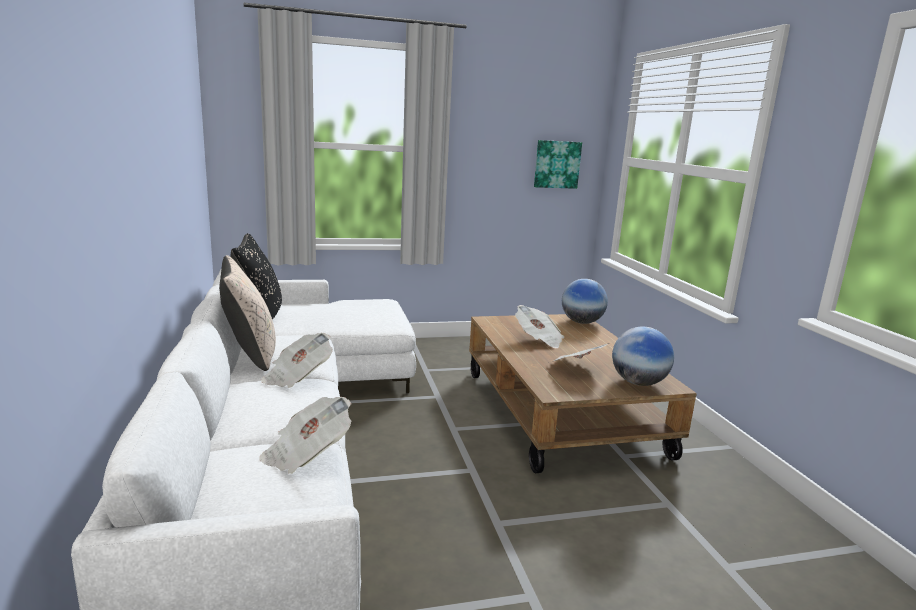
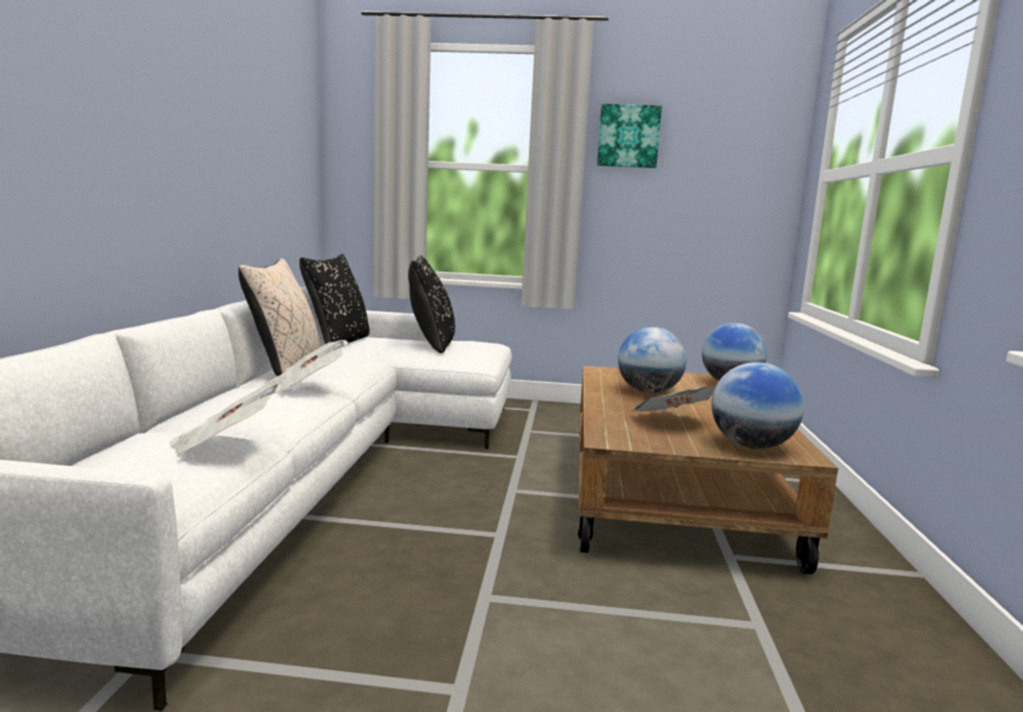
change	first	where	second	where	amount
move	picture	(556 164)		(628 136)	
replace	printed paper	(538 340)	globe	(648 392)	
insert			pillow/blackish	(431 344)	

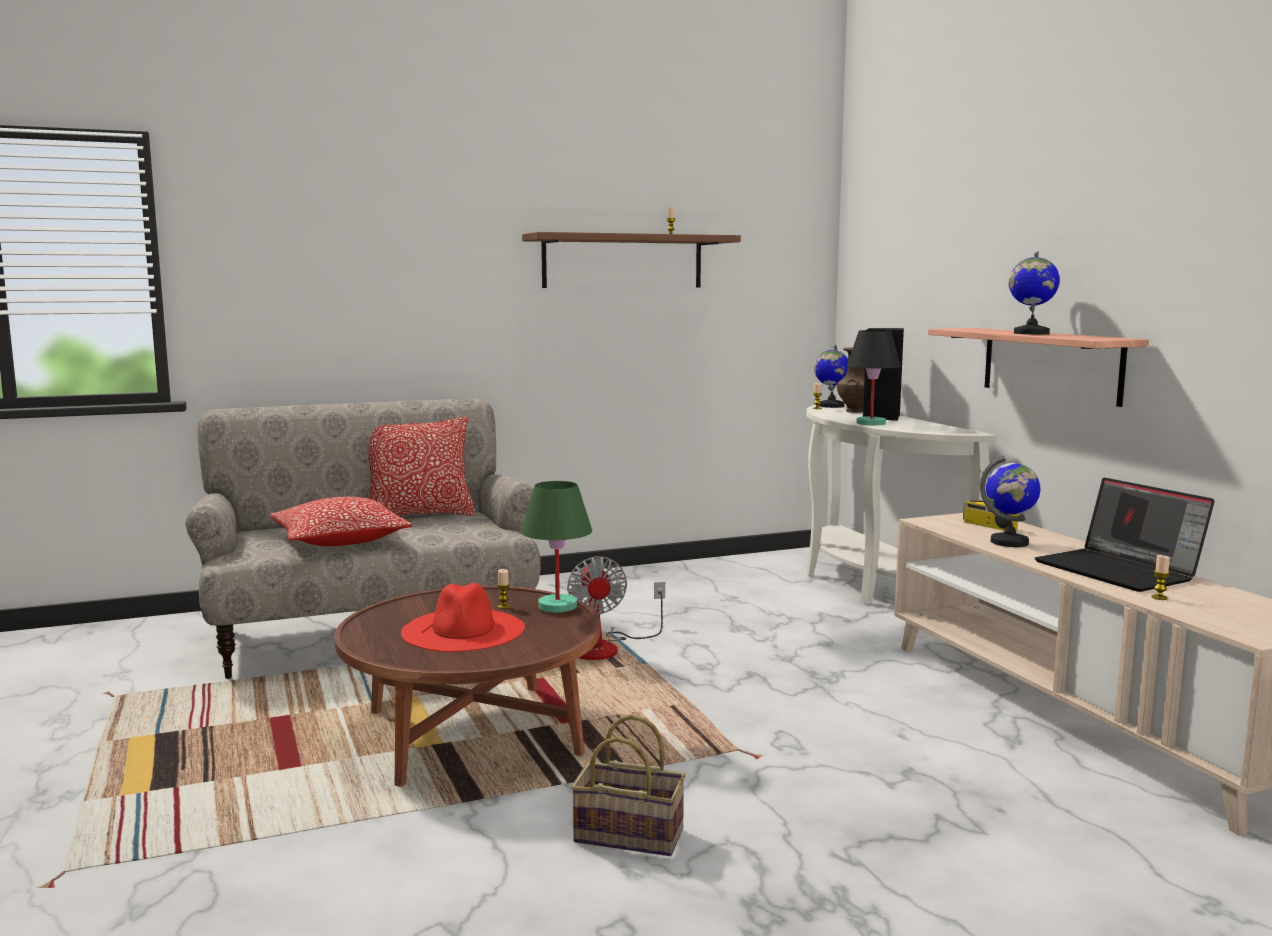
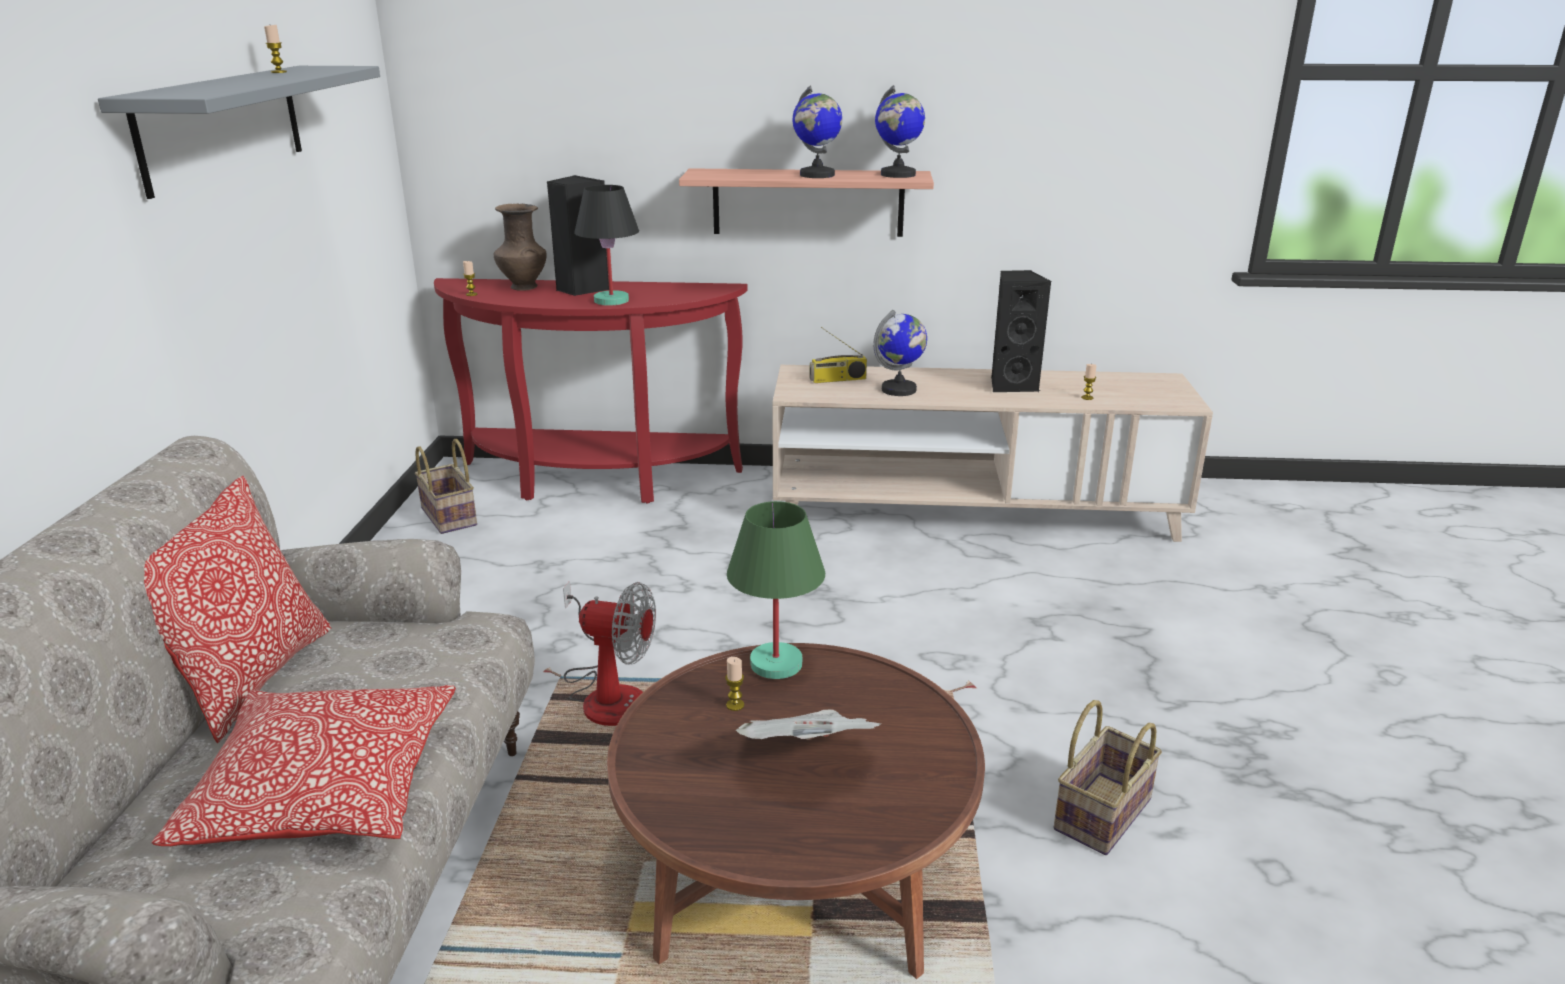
change	first	where	second	where	amount
recolor	shelf/brown	(623 261)	shelf/gray	(222 126)	
move	globe	(831 406)		(898 175)	
recolor	narrow table/white-coloured	(868 584)	narrow table/red-coloured	(595 481)	
replace	portable computer	(1120 571)	loudspeaker/blackish	(1011 385)	
replace	hat/red-coloured	(463 630)	printed paper	(808 756)	
insert			storage basket	(451 517)	

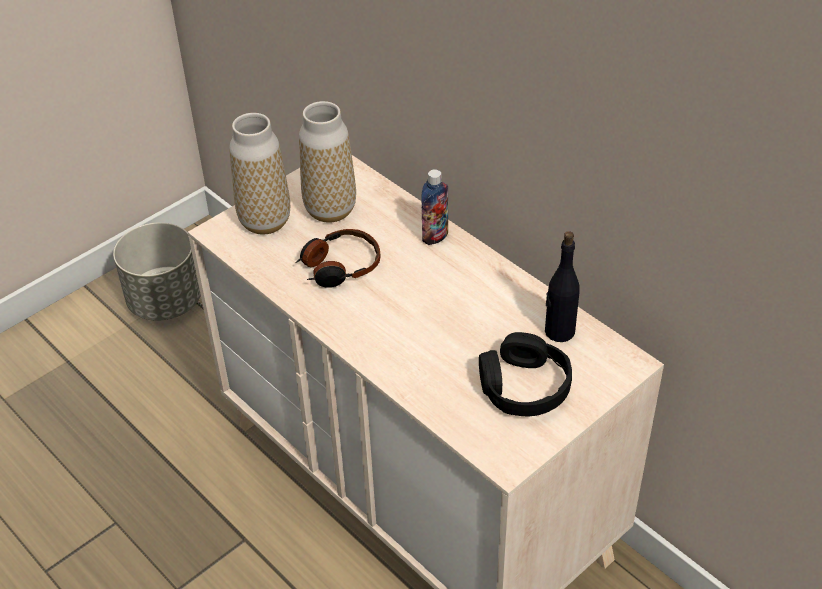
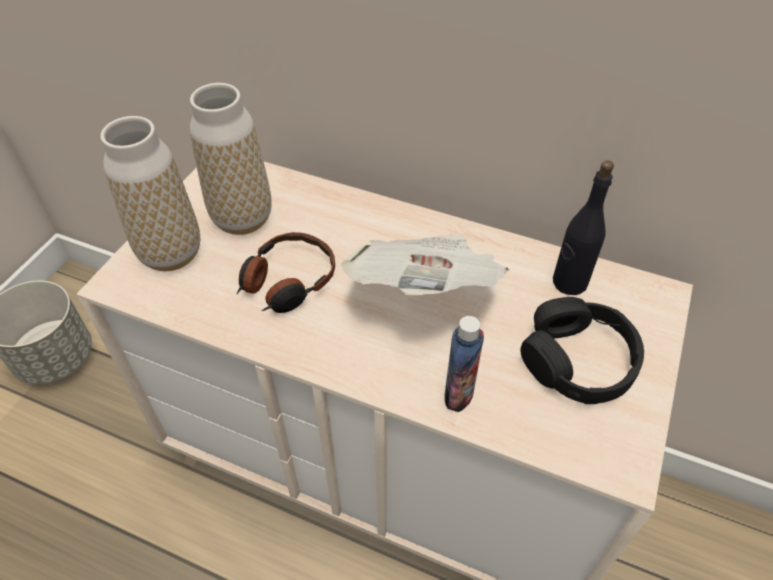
change	first	where	second	where	amount
move	drink bottle	(435 236)		(459 393)	
insert			printed paper	(425 289)	

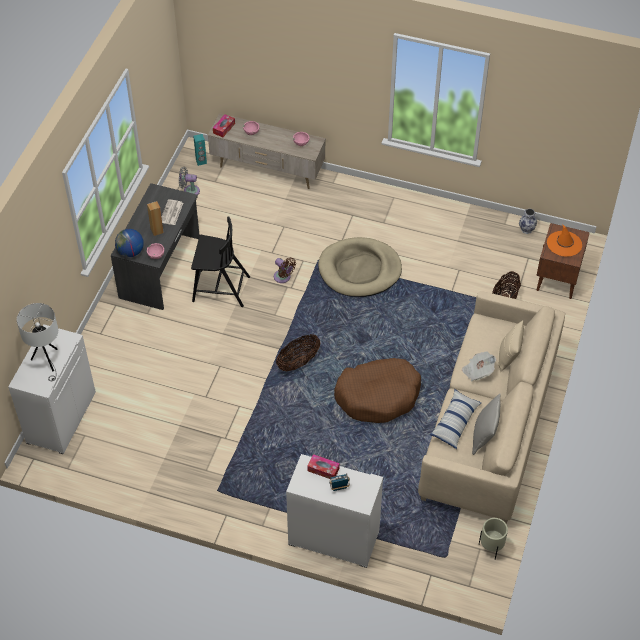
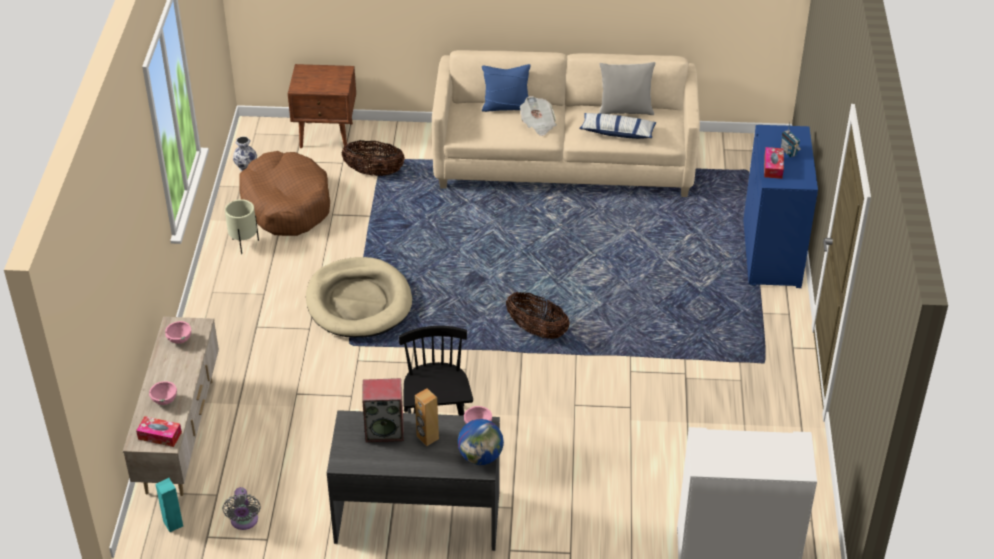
change	first	where	second	where	amount
replace	printed paper	(171 213)	loudspeaker	(385 430)	
delete	hat/orange	(564 244)			
delete	electric fan/brown	(283 277)			
delete	lamp for a table/white-coloured	(47 361)			
recolor	pillow/sand-coloured	(508 357)	pillow/bluish	(506 106)	
move	pet bed/brown	(378 396)		(286 204)	
recolor	cupboard/white-coloured	(333 538)	cupboard/bluish	(772 254)	
move	plant pot/sand-coloured	(491 548)		(244 244)	

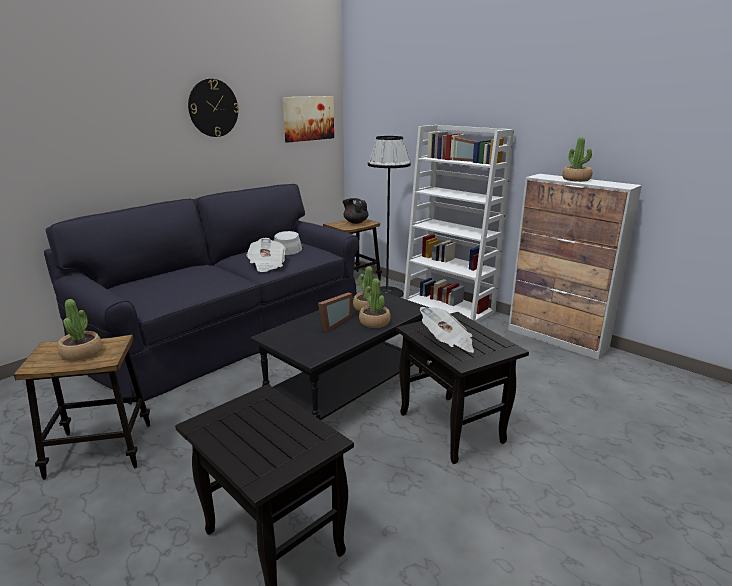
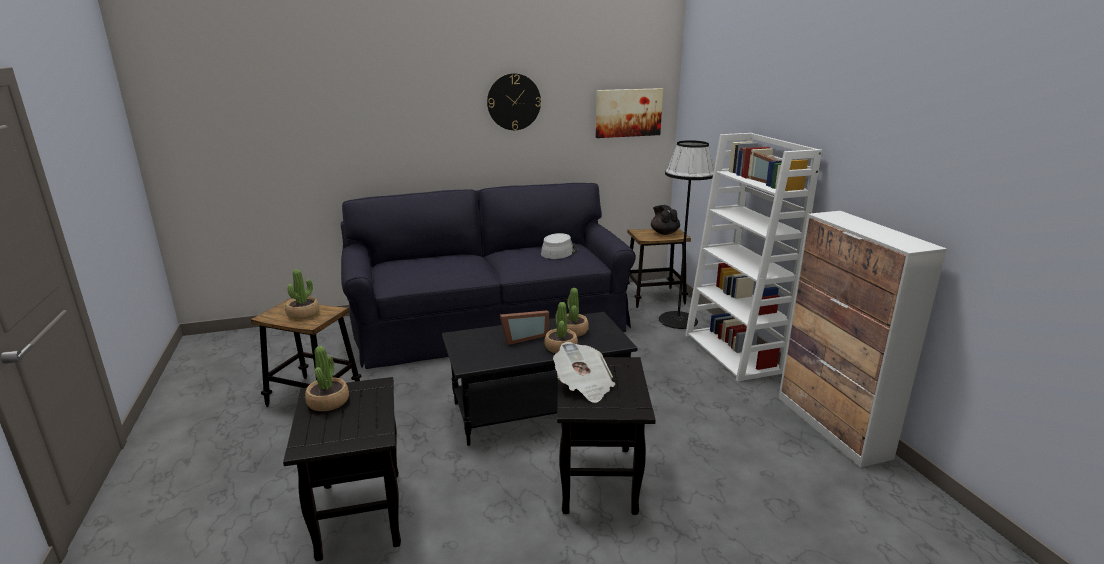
change	first	where	second	where	amount
move	houseplant	(576 179)		(328 402)	
delete	printed paper	(267 265)			

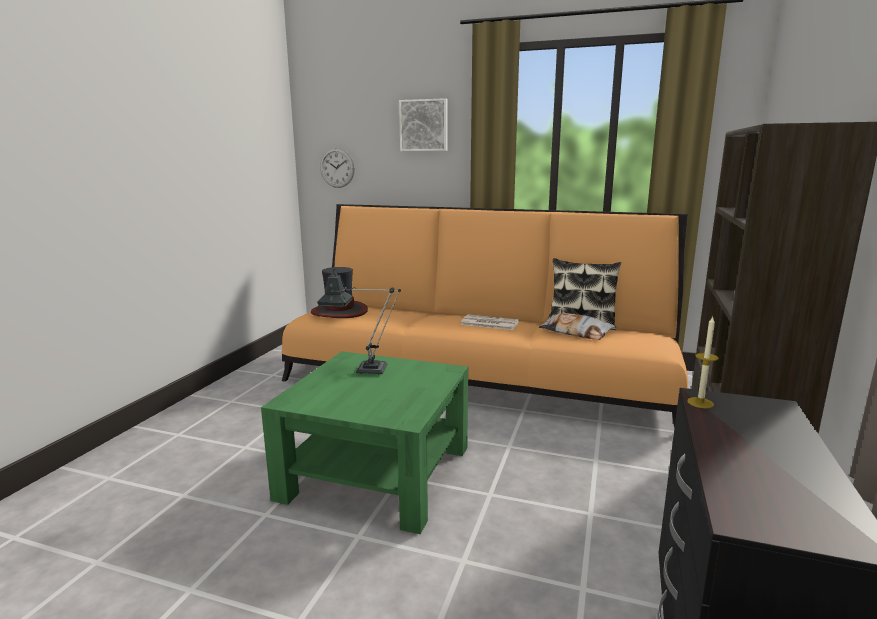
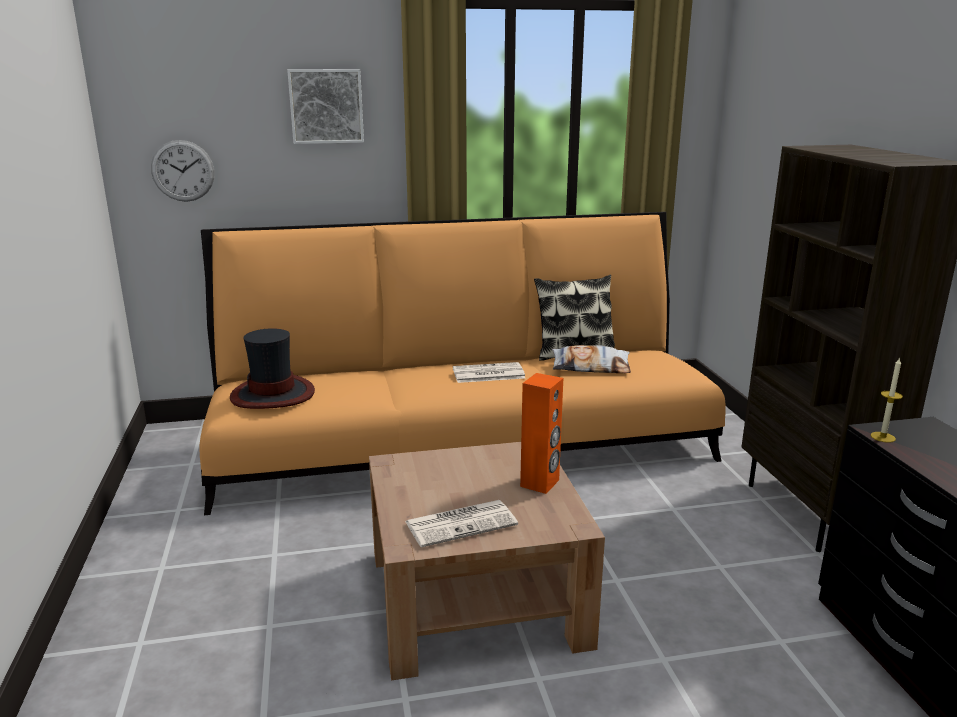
change	first	where	second	where	amount
delete	lamp for a table	(363 369)			
recolor	coffee table/green-coloured	(377 472)	coffee table/brown	(476 598)	
insert			loudspeaker/orange	(540 483)	
insert			printed paper	(462 523)	

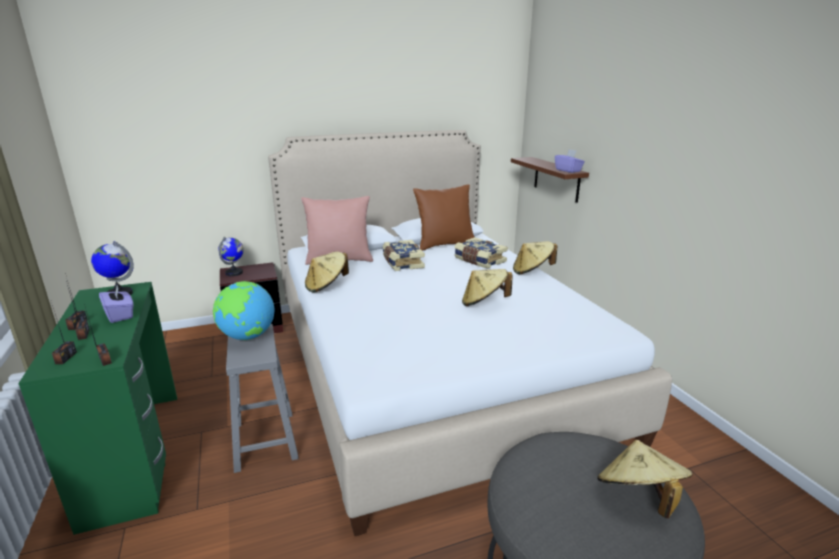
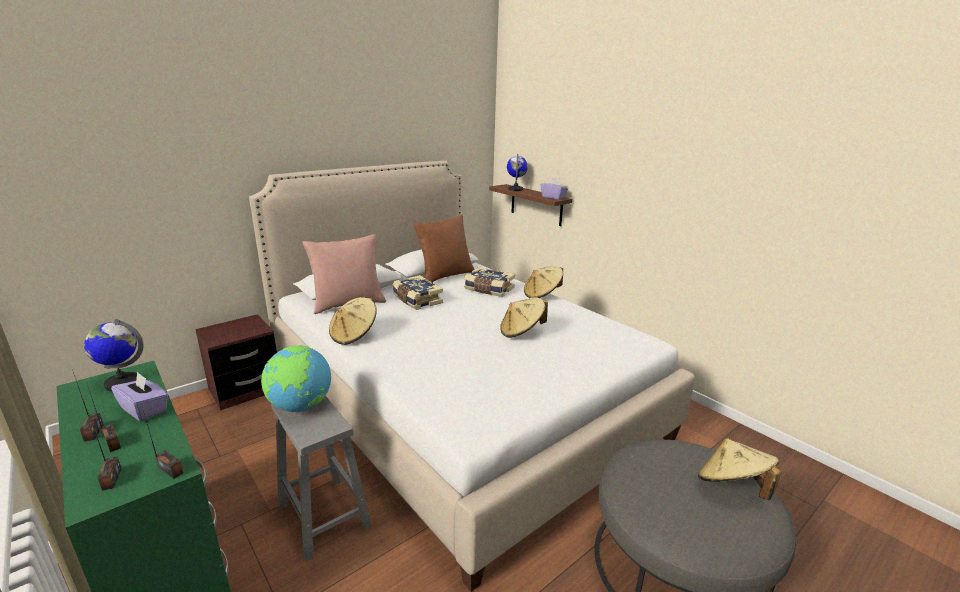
change	first	where	second	where	amount
move	globe	(234 273)		(515 189)	

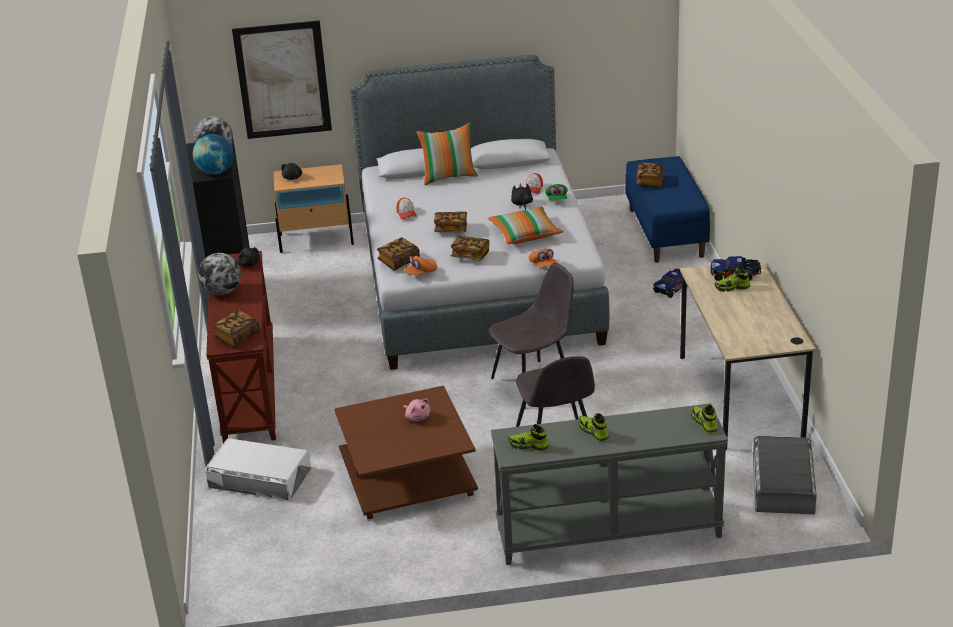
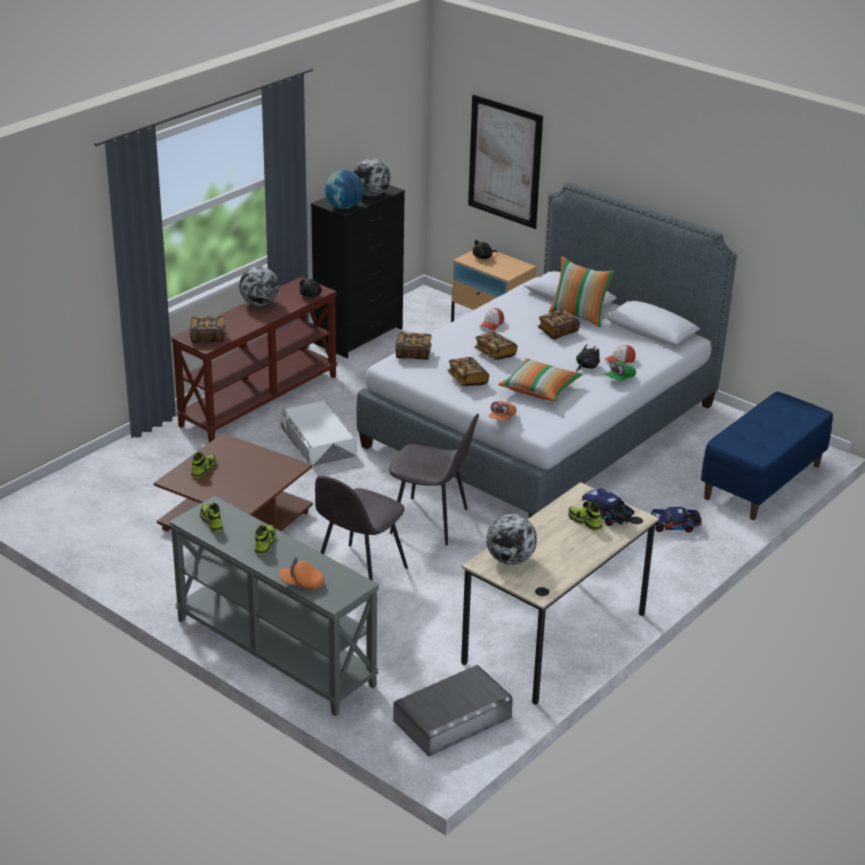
change	first	where	second	where	amount
move	book	(650 182)		(558 332)	
move	baseball cap/orange	(421 273)		(302 583)	
delete	cuddly toy/pink	(417 417)			
move	low shoe	(704 423)		(203 469)	
move	storage box/white-coloured	(260 477)		(318 441)	
insert			globe	(510 559)	

